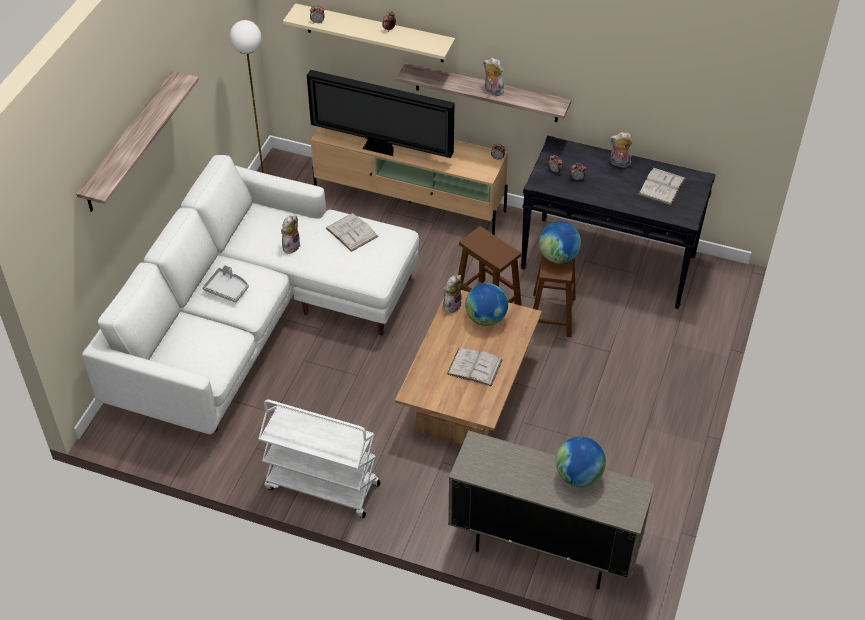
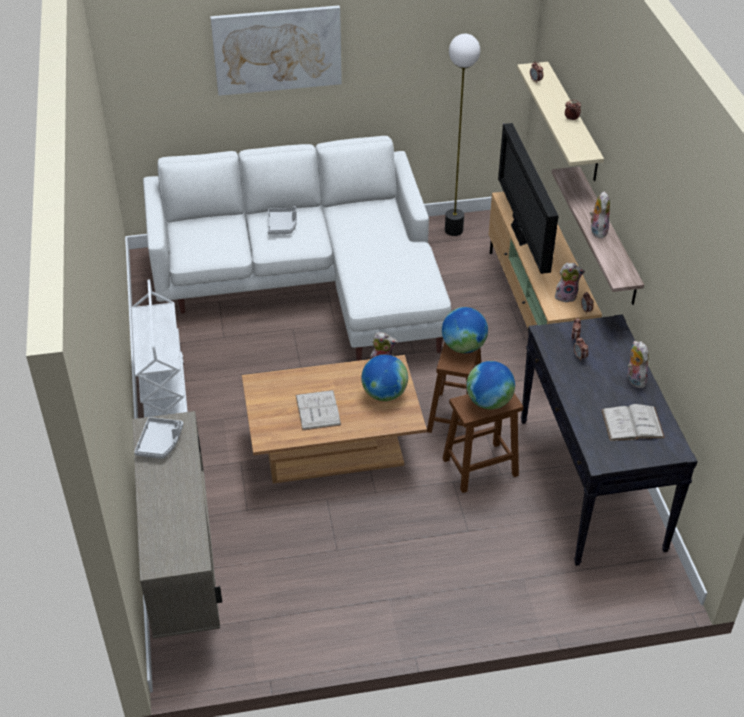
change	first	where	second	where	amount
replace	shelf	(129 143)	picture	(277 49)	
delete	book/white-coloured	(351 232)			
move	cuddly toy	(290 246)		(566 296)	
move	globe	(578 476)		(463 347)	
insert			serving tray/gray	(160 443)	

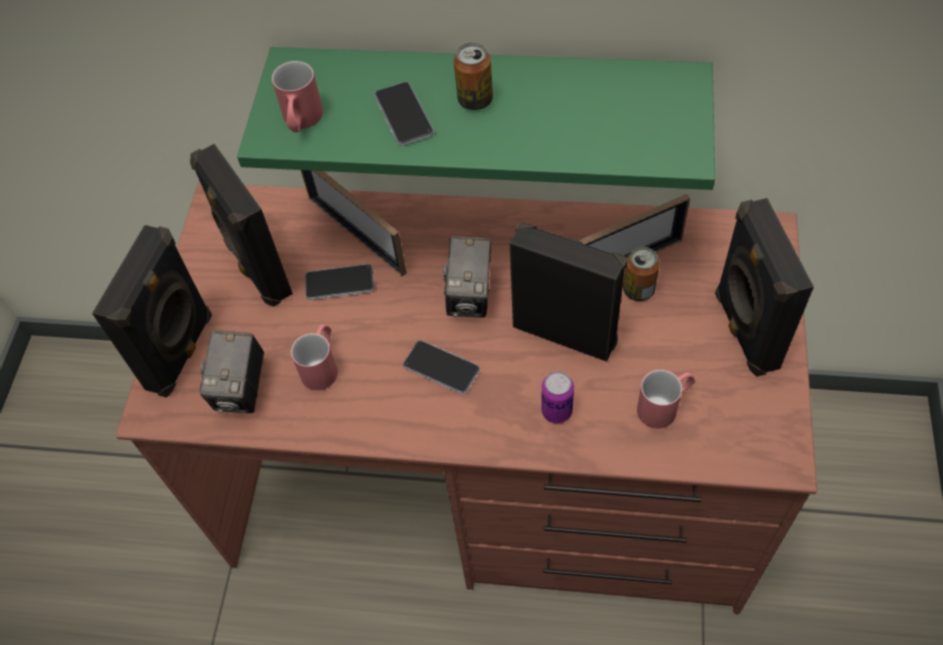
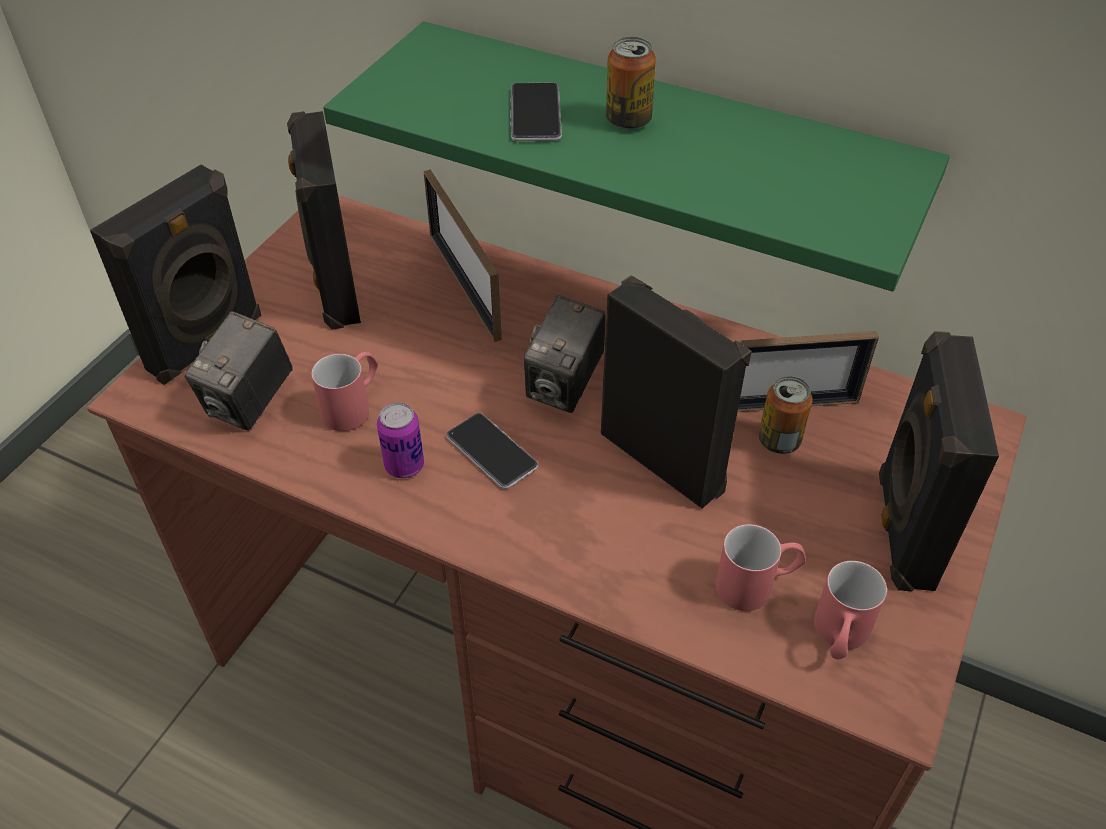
change	first	where	second	where	amount
move	mug/red-coloured	(302 122)		(838 638)	
delete	telephone	(339 283)			
move	metal can	(557 411)		(404 465)	

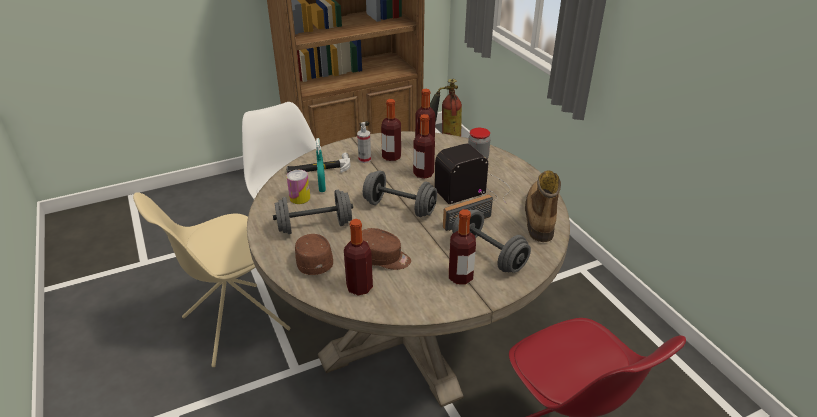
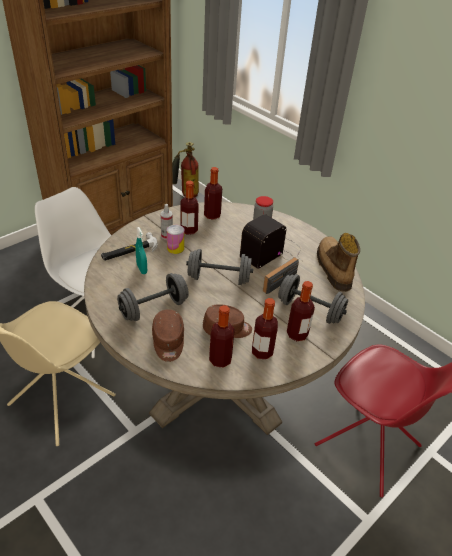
change	first	where	second	where	amount
move	drink bottle	(423 174)		(262 352)	
move	metal can	(300 198)		(175 248)	
rotate	baseball cap/brown	(313 260)		(168 342)	150 degrees counterclockwise

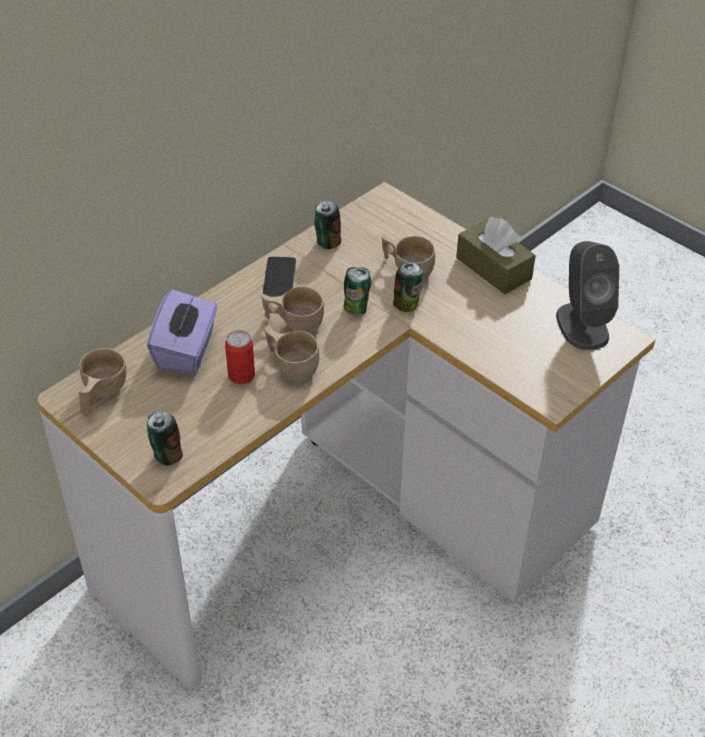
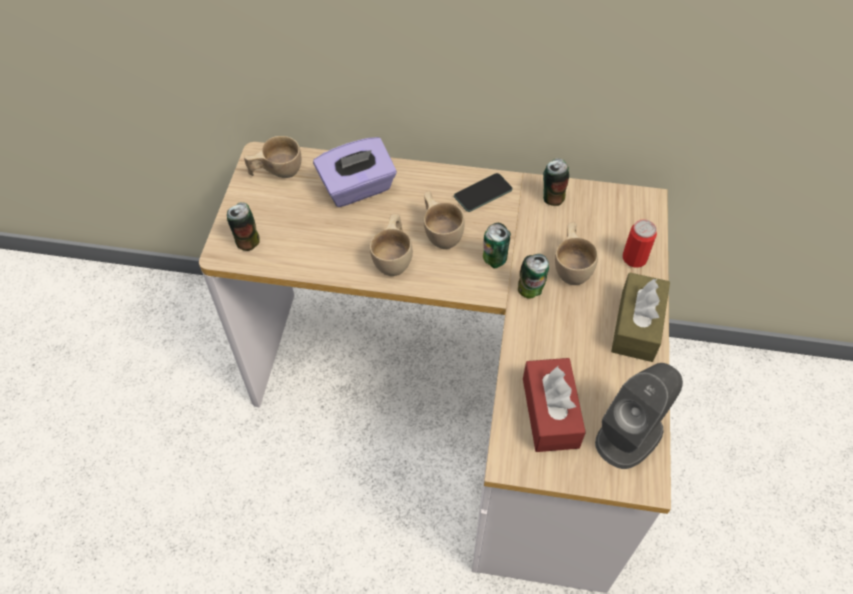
change	first	where	second	where	amount
move	metal can	(241 375)		(634 258)	
insert			tissue box/red-coloured	(550 412)	

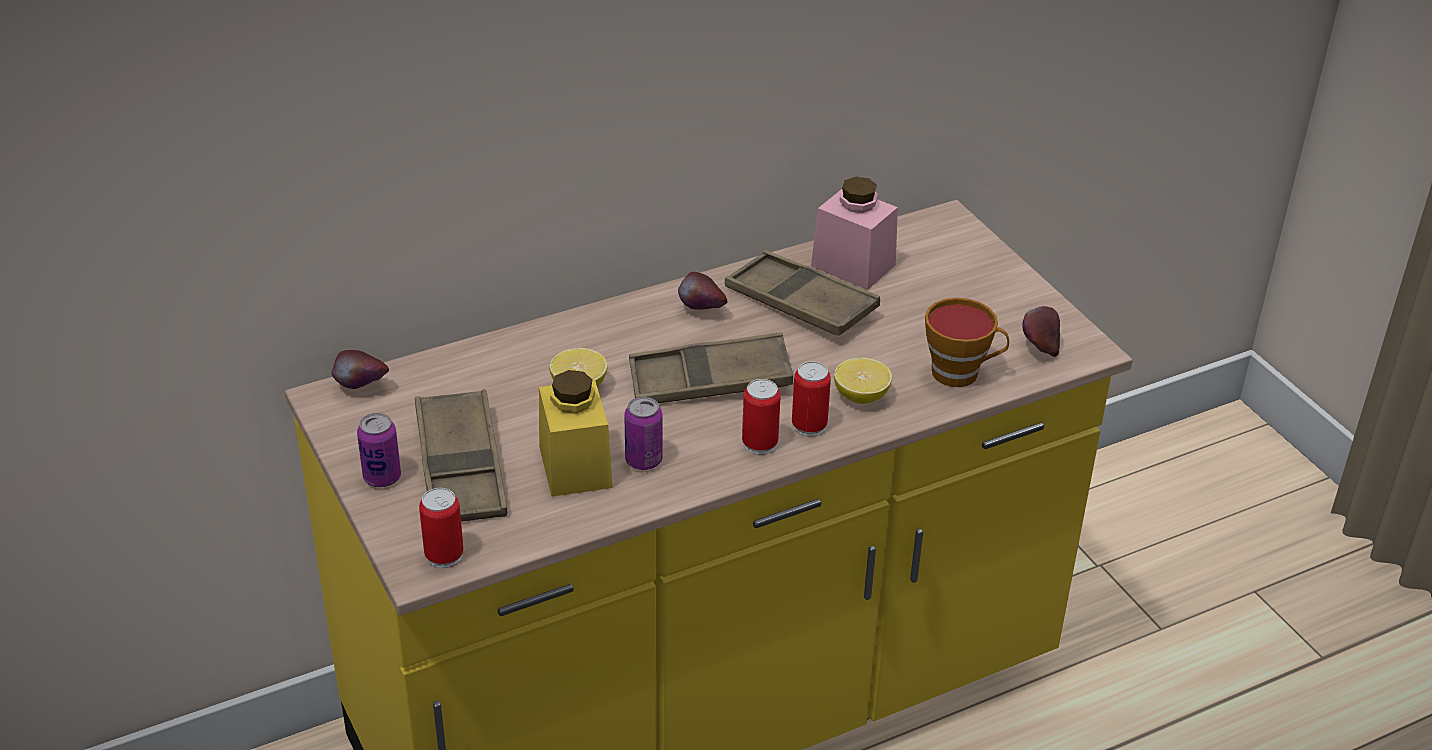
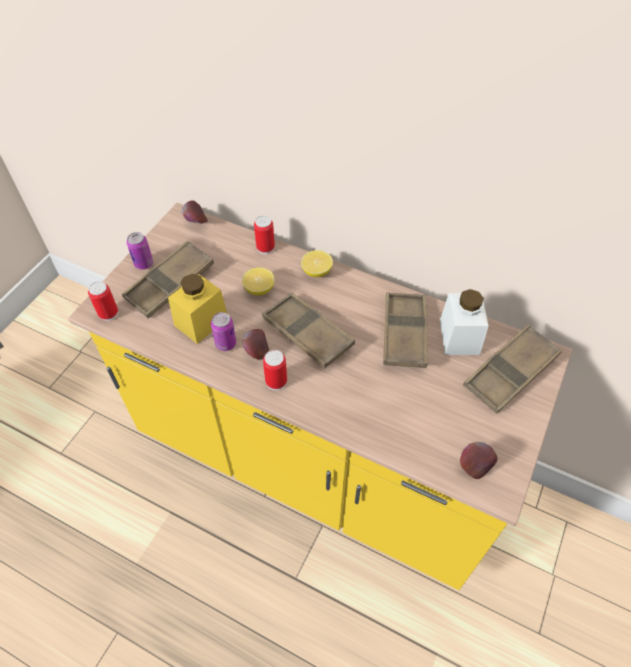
change	first	where	second	where	amount
recolor	storage jar/pink	(853 265)	storage jar/white-coloured	(459 337)	
move	whole apple	(702 312)		(256 352)	
delete	drinking cup	(961 373)			
move	lemon	(861 396)		(316 272)	
move	metal can	(809 425)		(265 247)	
insert			serving tray/brown	(510 372)	

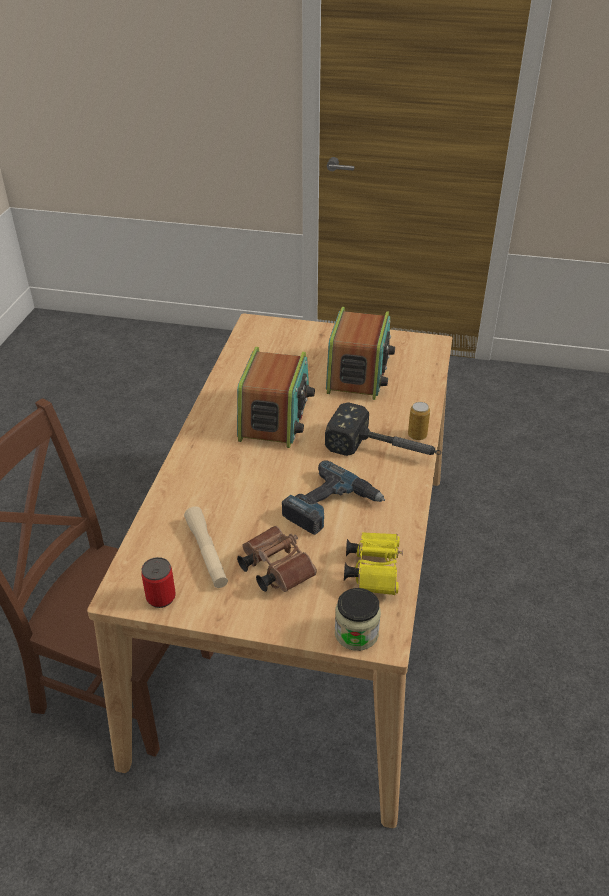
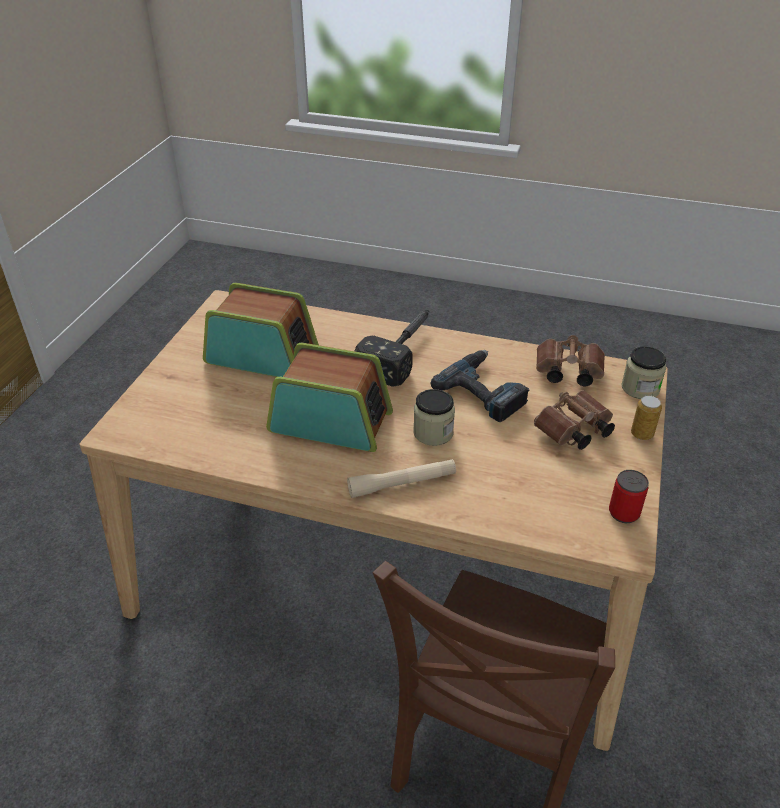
change	first	where	second	where	amount
move	metal can	(417 435)		(642 434)	
move	torch/sand-coloured	(207 553)		(402 484)	
recolor	field glasses/yellow-coloured	(373 569)	field glasses/brown	(566 373)	
insert			storage jar	(433 433)	

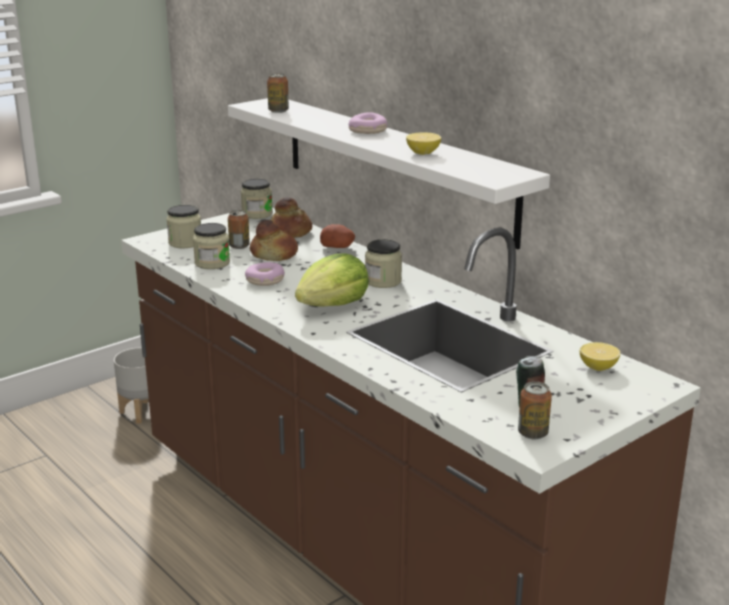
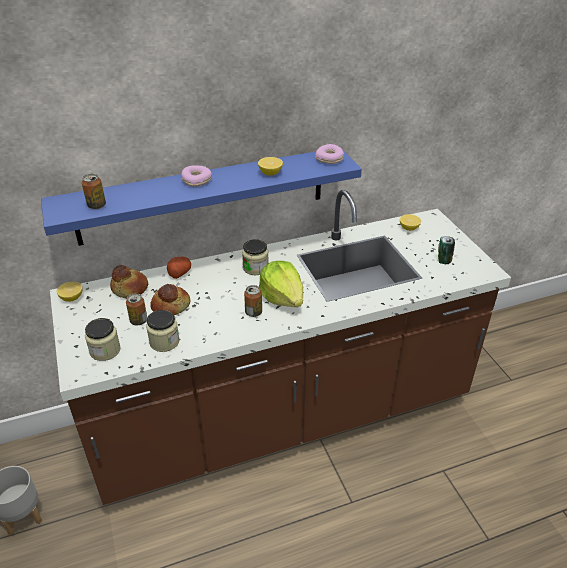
change	first	where	second	where	amount
recolor	shelf/white-coloured	(395 167)	shelf/bluish	(203 196)	
replace	storage jar	(257 214)	lemon	(72 298)	
move	donut	(265 280)		(329 159)	
move	metal can	(533 433)		(253 312)	

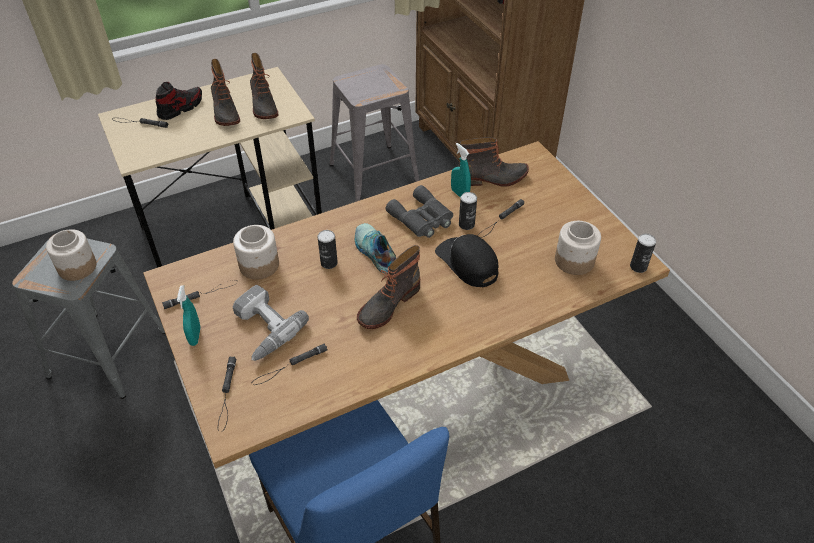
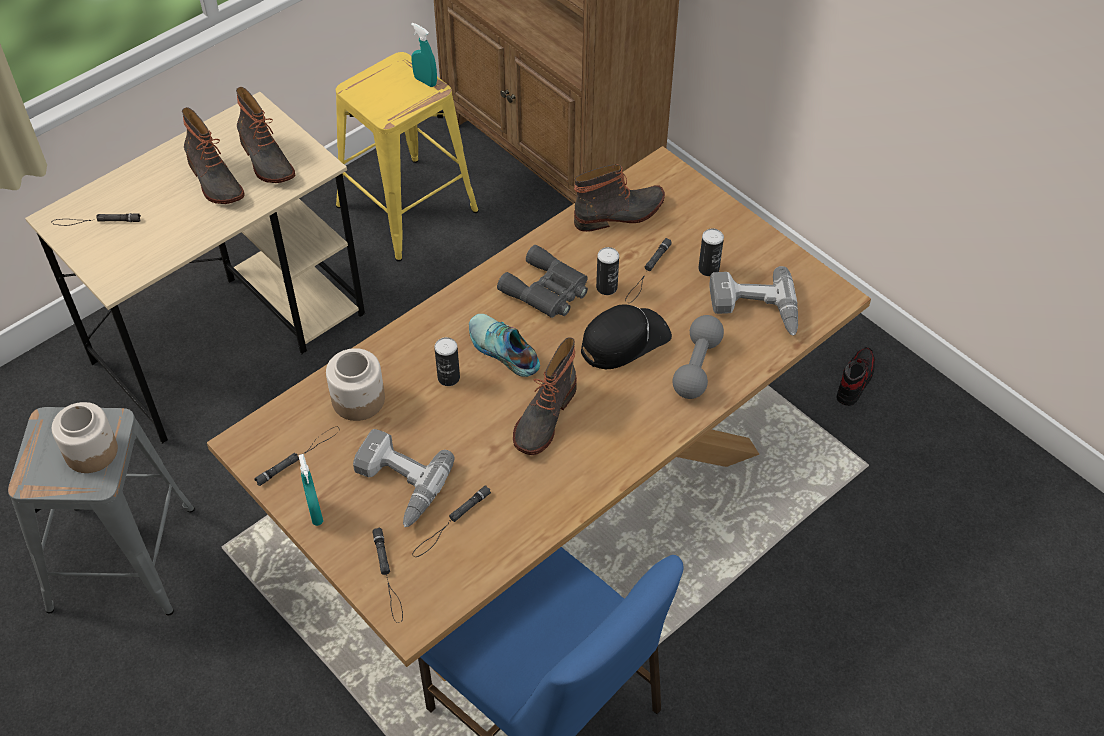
change	first	where	second	where	amount
recolor	stool seat/gray	(373 173)	stool seat/yellow-coloured	(406 207)	
move	low shoe	(180 108)		(854 381)	
move	sprayer/blue-green	(459 194)		(425 81)	
replace	storage jar	(574 261)	electric drill	(754 310)	
rotate	baseball cap/blackish	(467 263)		(624 340)	105 degrees clockwise
move	metal can	(638 267)		(708 269)	
insert			dumbbell/gray	(697 367)	

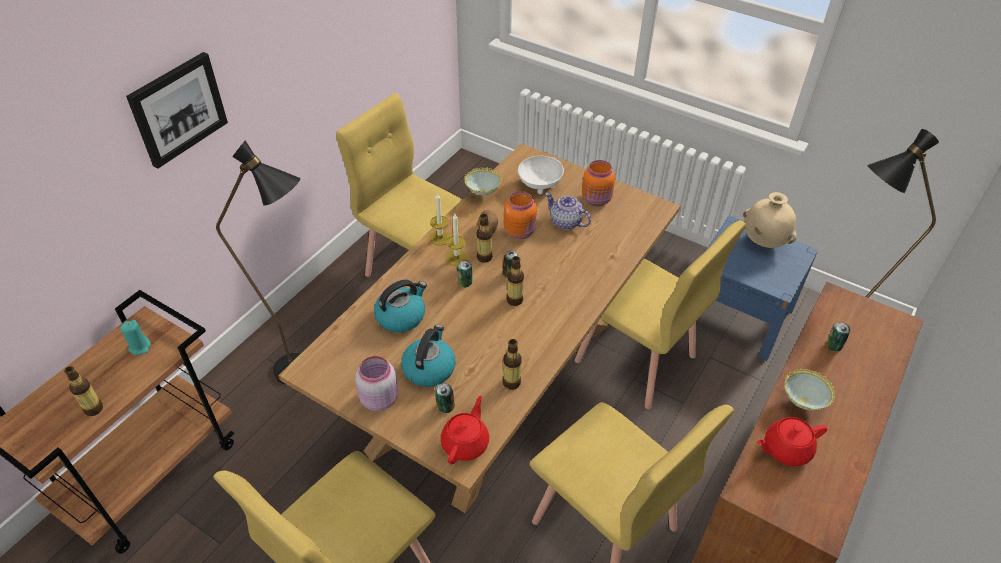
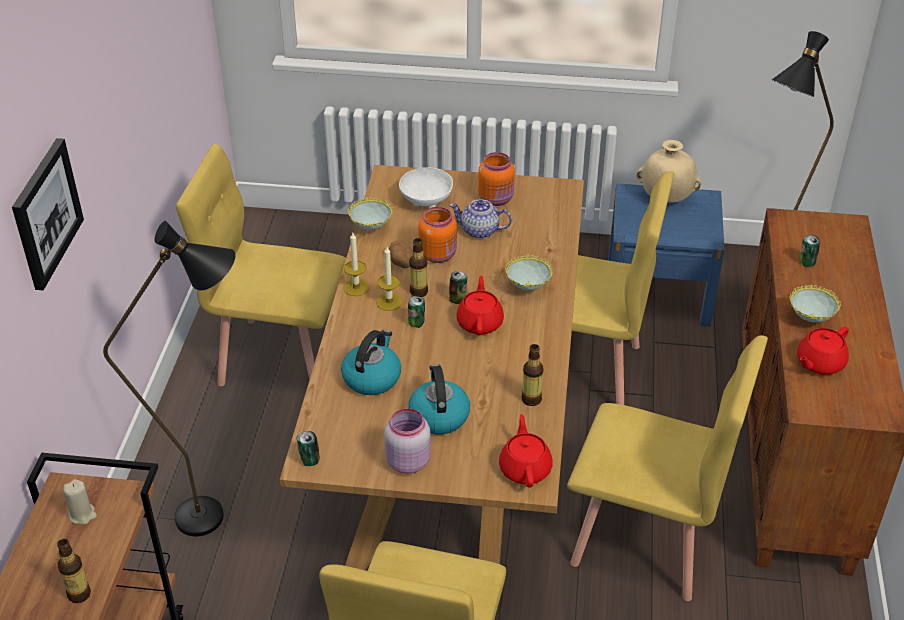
change	first	where	second	where	amount
replace	drink bottle	(514 300)	teapot/red-coloured	(480 322)	
recolor	wax light/blue-green	(140 347)	wax light/sand-coloured	(82 514)	
move	metal can	(445 407)		(309 461)	
insert			serving bowl	(528 289)	

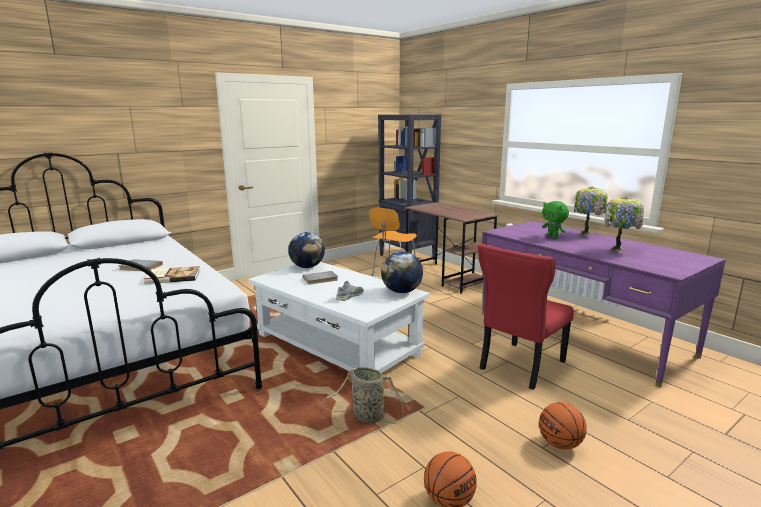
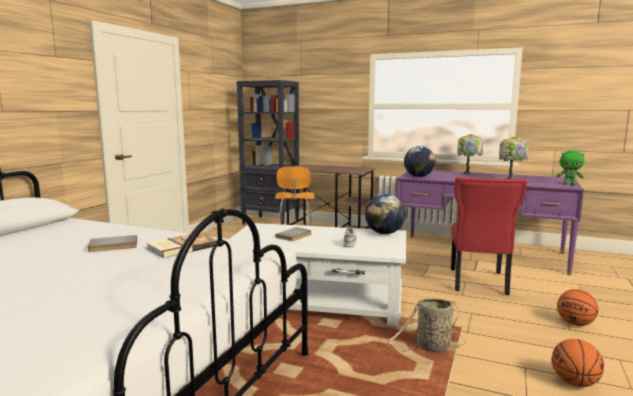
change	first	where	second	where	amount
move	cuddly toy/green-coloured	(553 237)		(569 184)	
move	globe	(307 267)		(418 176)	

